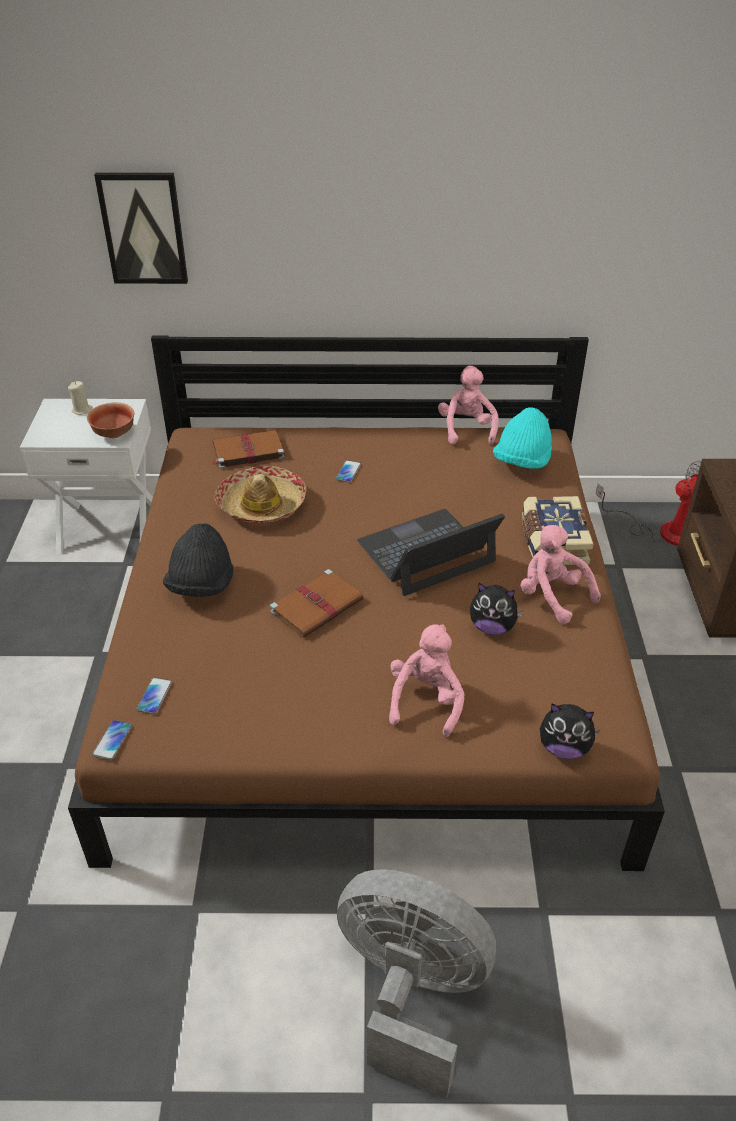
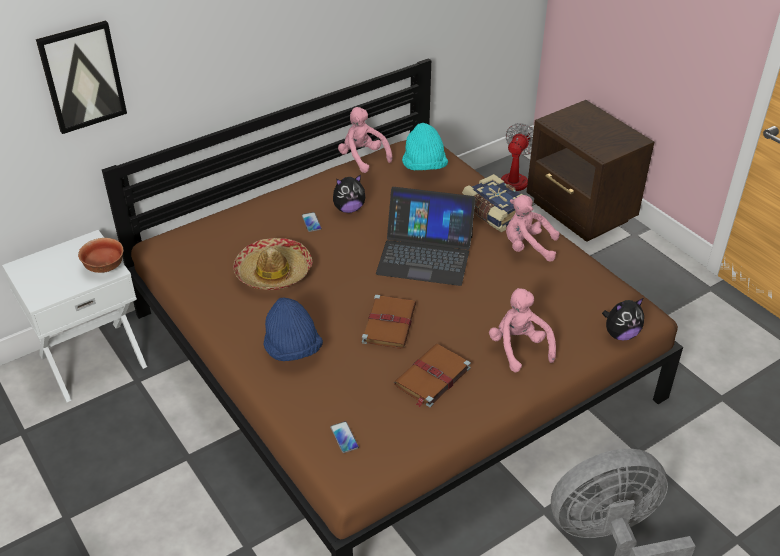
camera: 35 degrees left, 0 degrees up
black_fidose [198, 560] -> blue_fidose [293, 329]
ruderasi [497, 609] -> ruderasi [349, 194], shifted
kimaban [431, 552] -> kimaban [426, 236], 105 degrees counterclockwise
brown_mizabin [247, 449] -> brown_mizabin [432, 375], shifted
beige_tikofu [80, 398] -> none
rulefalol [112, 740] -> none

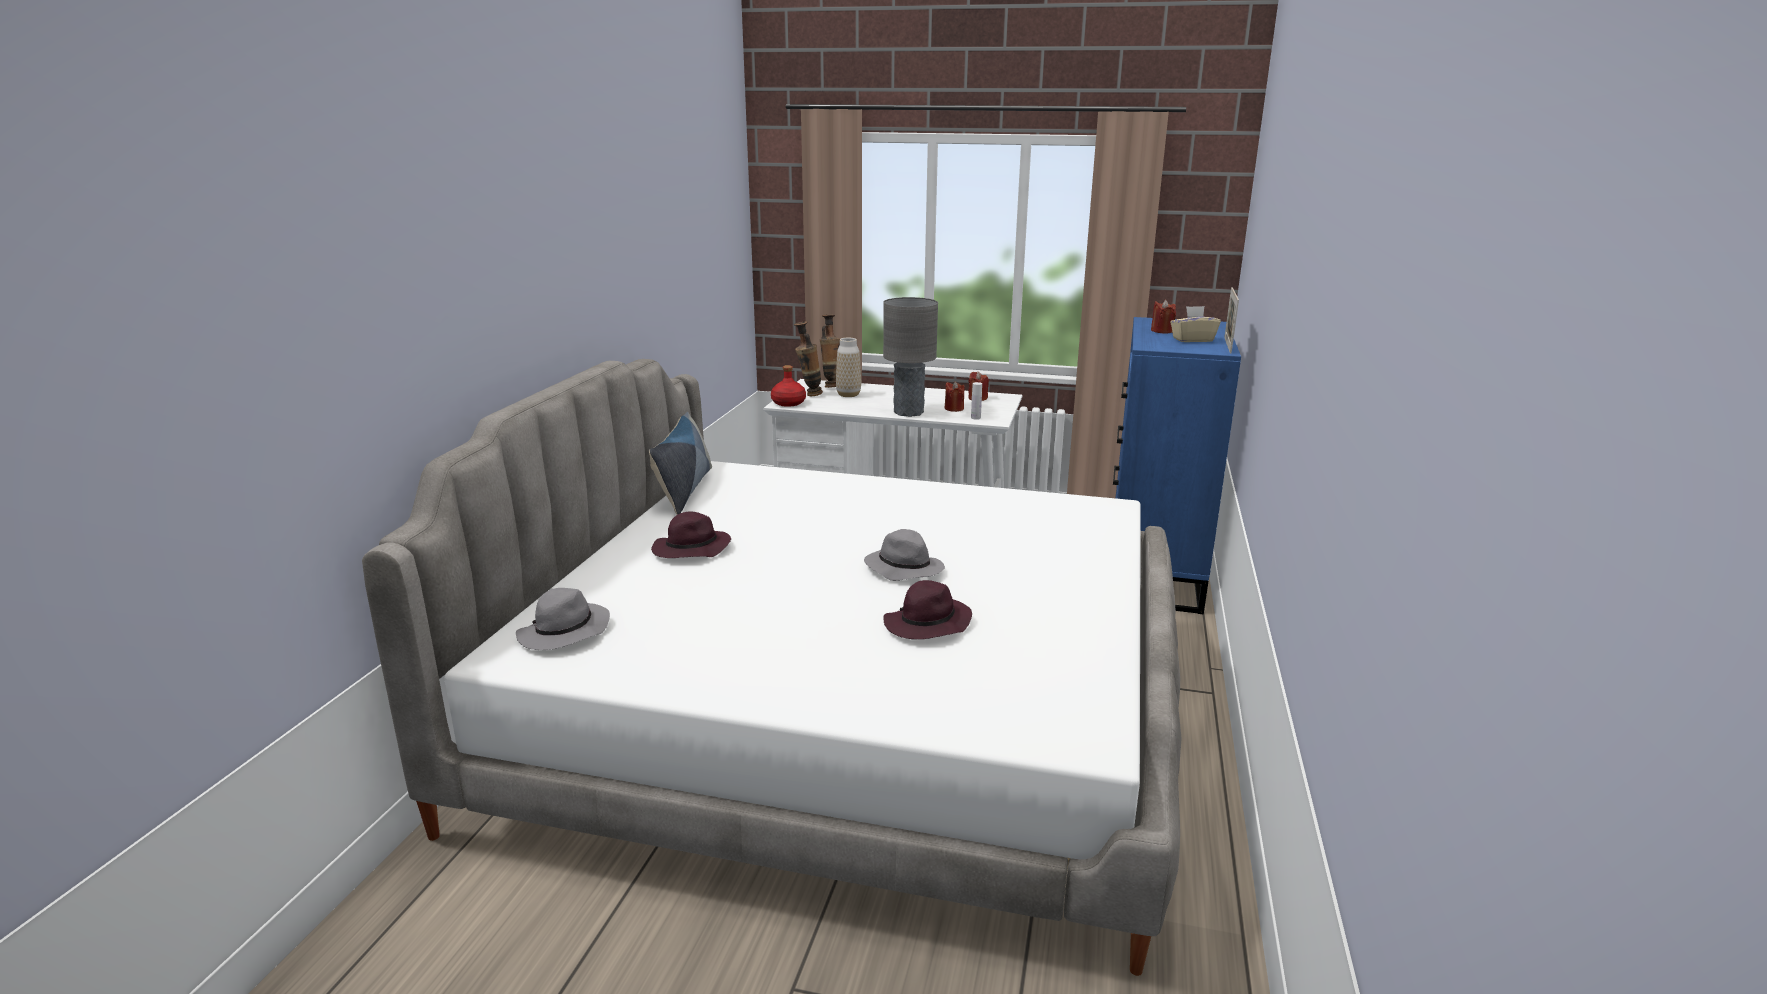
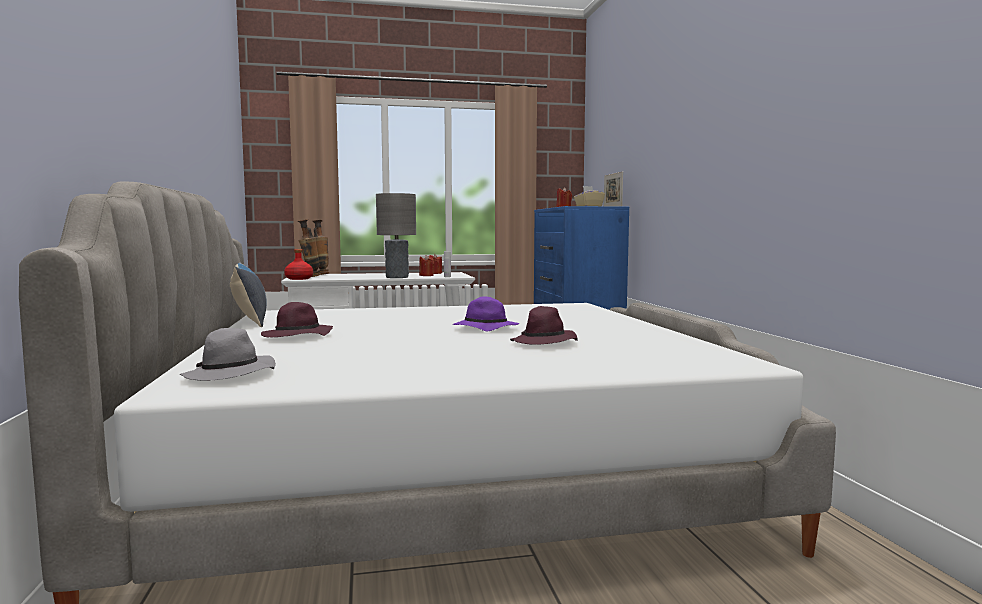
camera: 25 degrees left, 15 degrees down
grey_fidose [904, 555] -> purple_fidose [486, 313]
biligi [848, 367] -> none

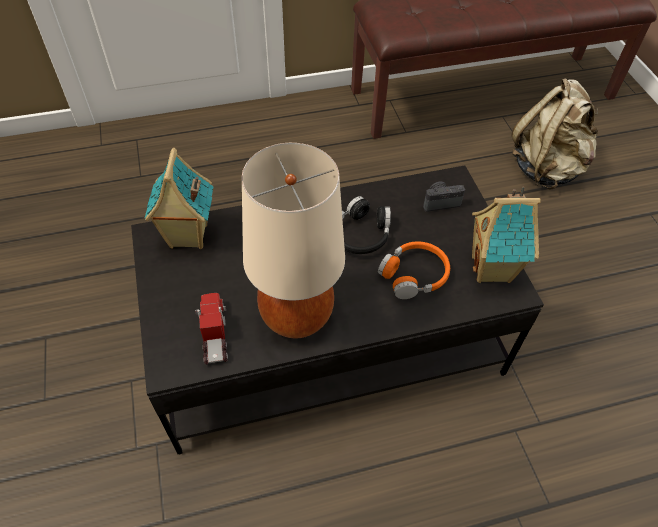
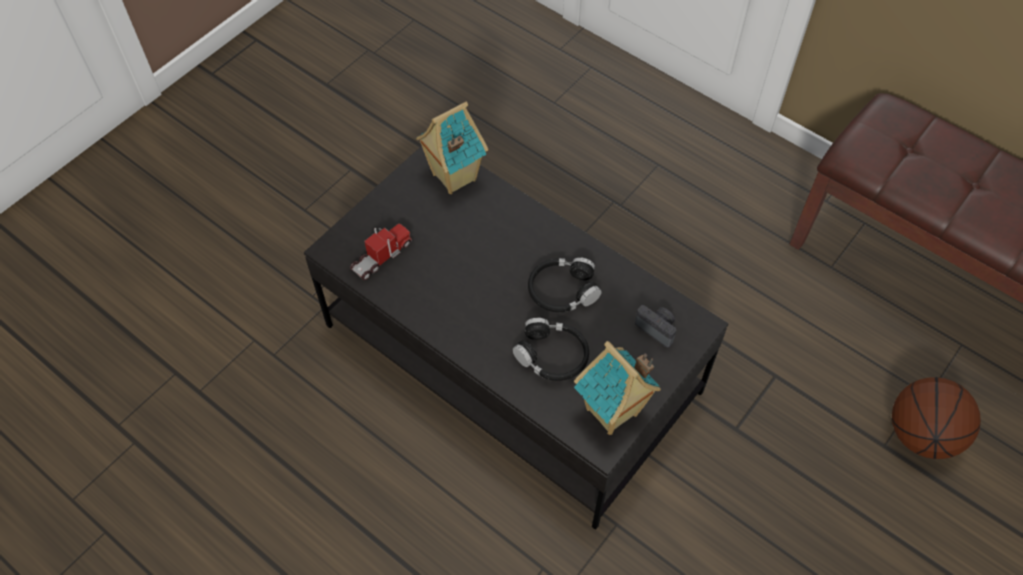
camera: 55 degrees right, 5 degrees up
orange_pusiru [414, 270] -> black_pusiru [550, 349]
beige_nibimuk [555, 133] -> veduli [936, 418]
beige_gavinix [293, 240] -> none

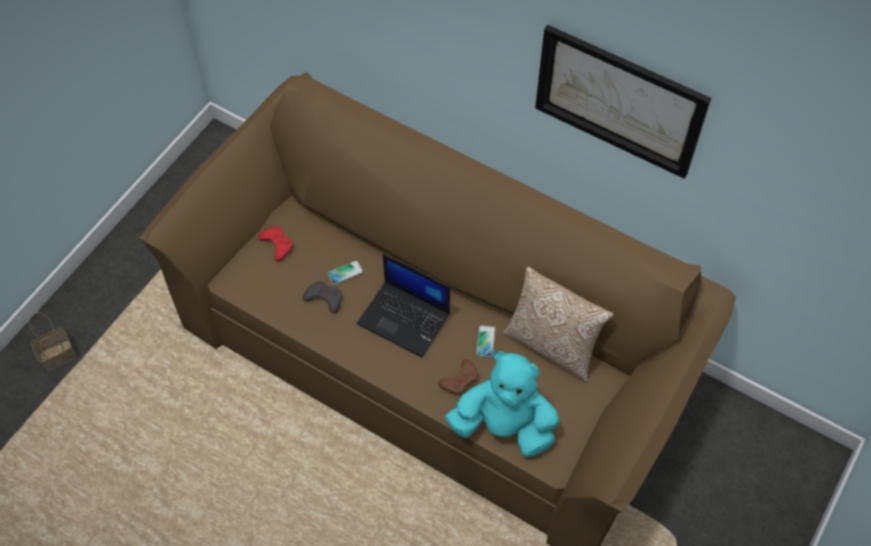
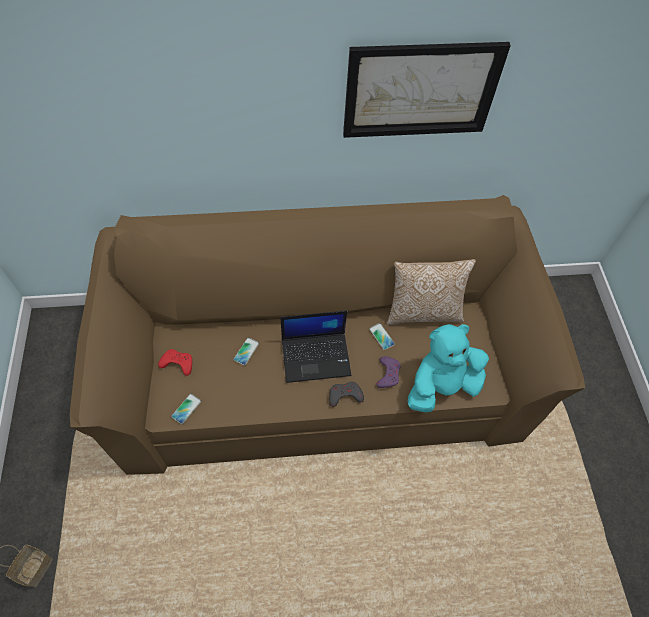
camera: 40 degrees left, 0 degrees up
none -> rulefalol [186, 409]
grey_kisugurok [322, 297] -> grey_kisugurok [346, 394], shifted
brown_kisugurok [458, 377] -> purple_kisugurok [388, 372]

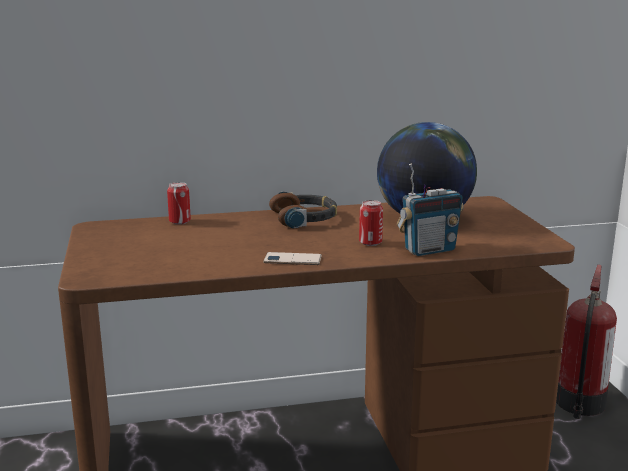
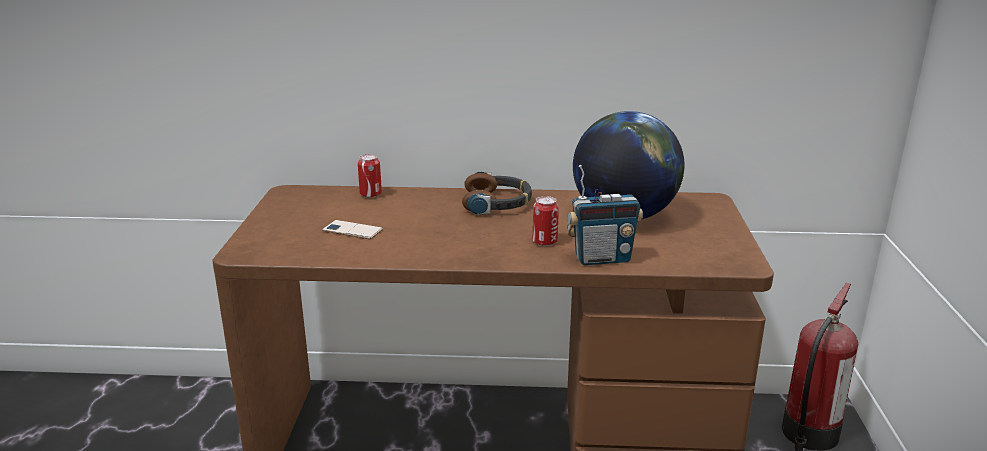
camera: 15 degrees right, 5 degrees up
rulefalol [292, 258] -> rulefalol [352, 229], shifted

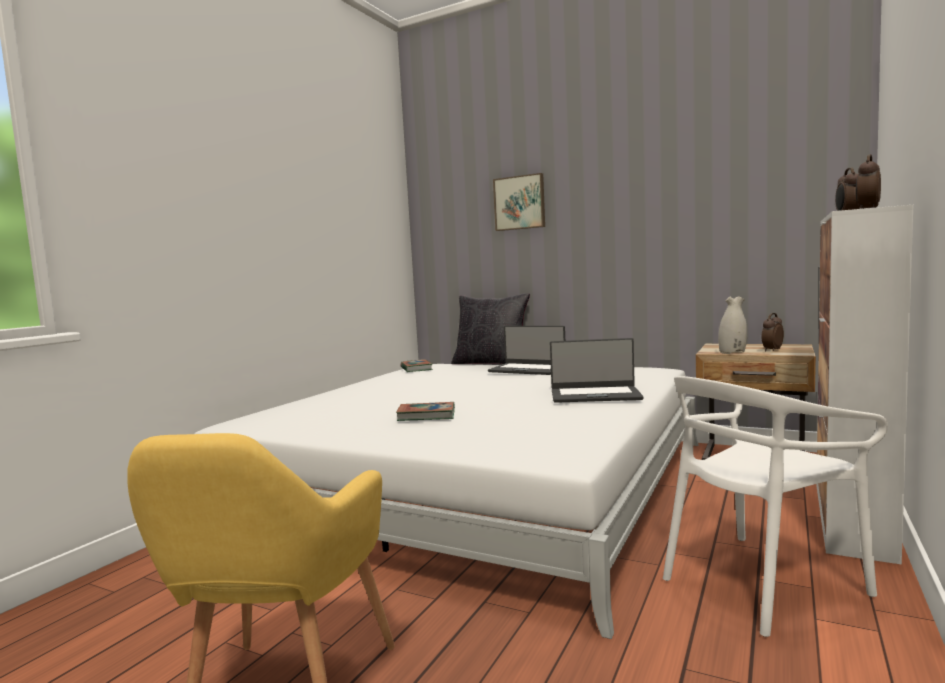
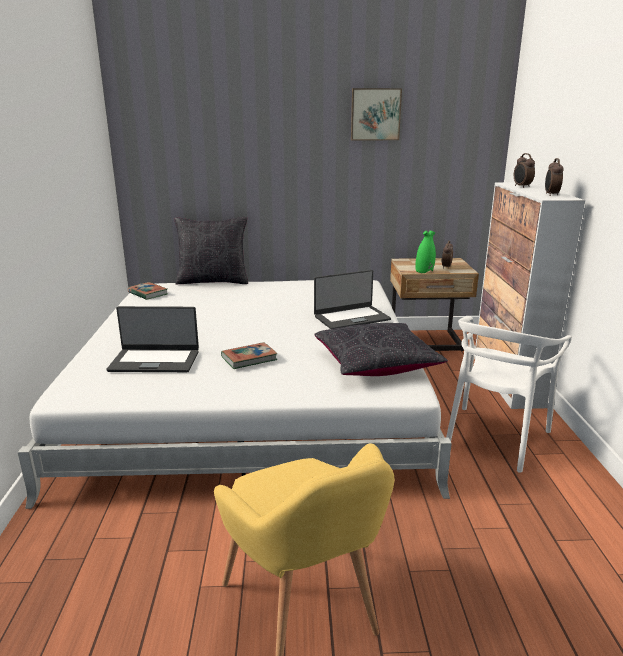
camera: 30 degrees left, 15 degrees up
kimaban [526, 350] -> kimaban [152, 339], shifted
none -> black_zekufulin [381, 349]
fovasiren [519, 202] -> fovasiren [376, 114], shifted
white_biligi [732, 325] -> green_biligi [426, 252]

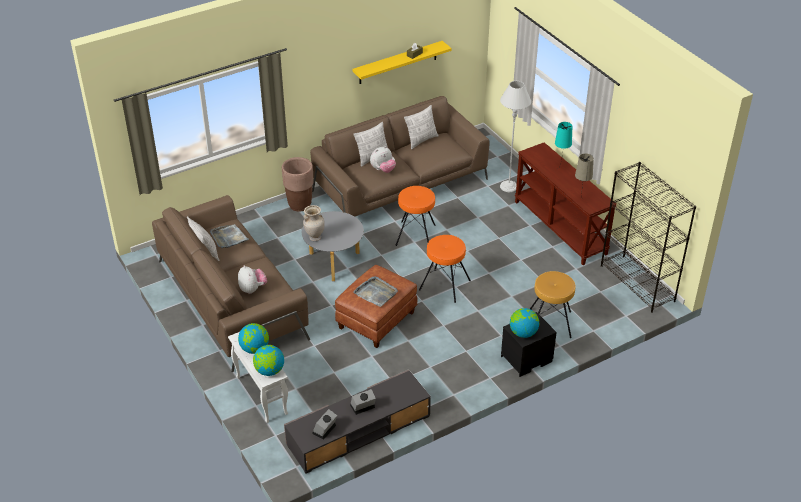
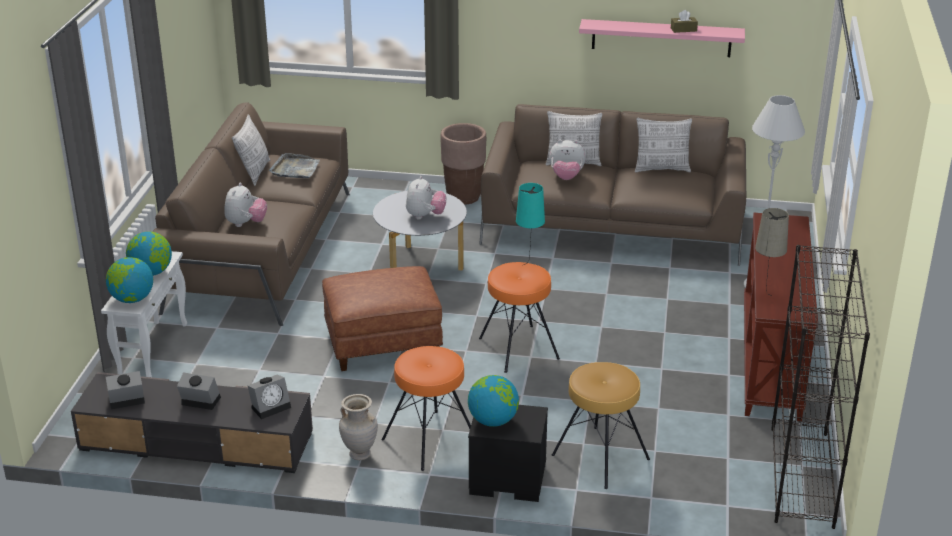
camera: 40 degrees right, 10 degrees down
none -> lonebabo [269, 396]
beige_biligi [314, 223] -> beige_biligi [358, 427], shifted
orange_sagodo [415, 216] -> orange_sagodo [426, 408], shifted
none -> ruderasi [426, 198]
turquoise_gavinix [563, 144] -> turquoise_gavinix [530, 224], shifted
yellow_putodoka [402, 62] -> pink_putodoka [662, 38]
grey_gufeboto [375, 291] -> none

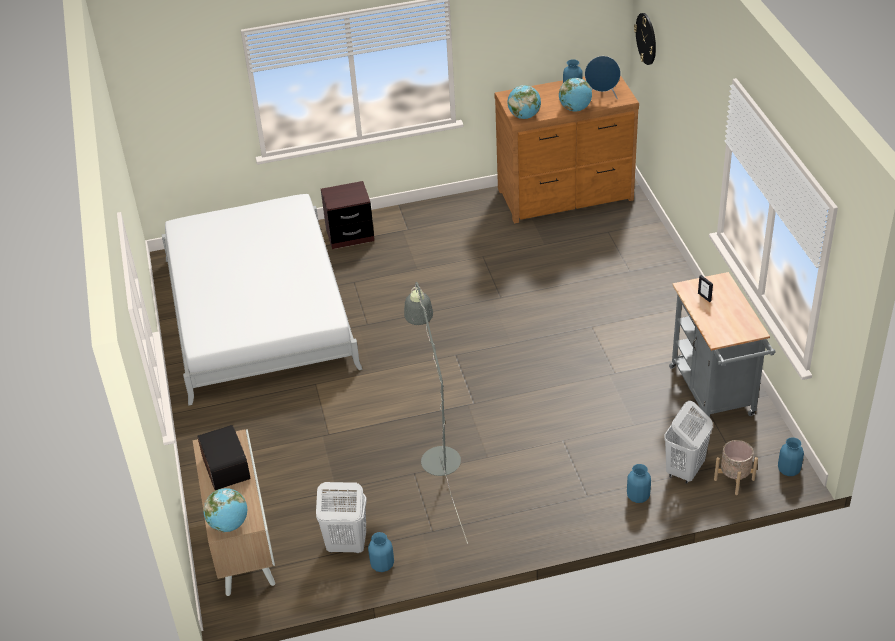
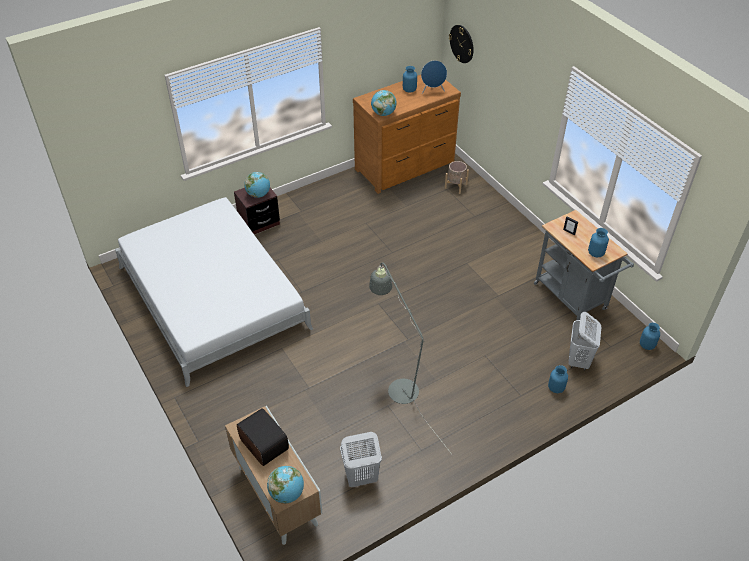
camera: 20 degrees left, 5 degrees up
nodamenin [575, 94] -> nodamenin [257, 185], shifted
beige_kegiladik [736, 467] -> beige_kegiladik [457, 177], shifted
blue_biligi [381, 552] -> blue_biligi [598, 242], shifted

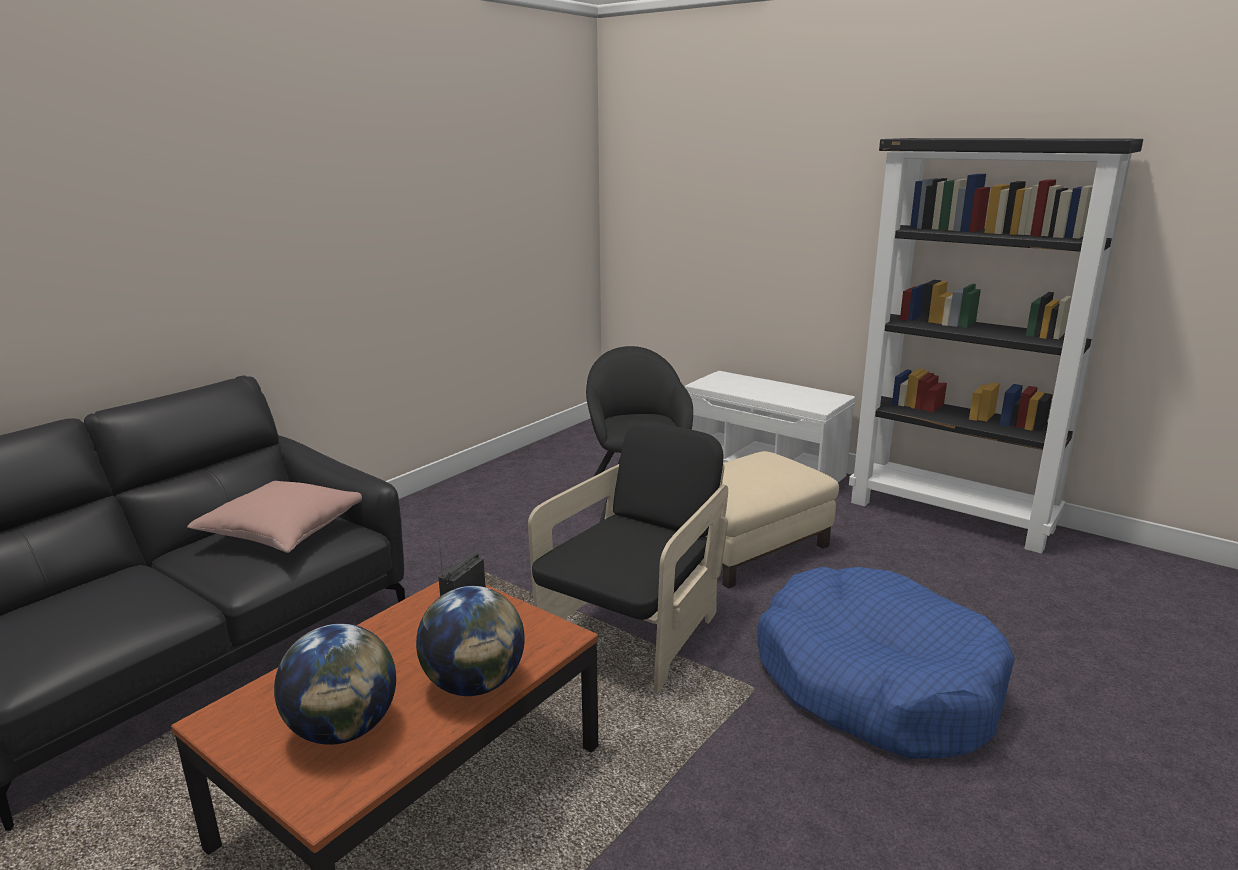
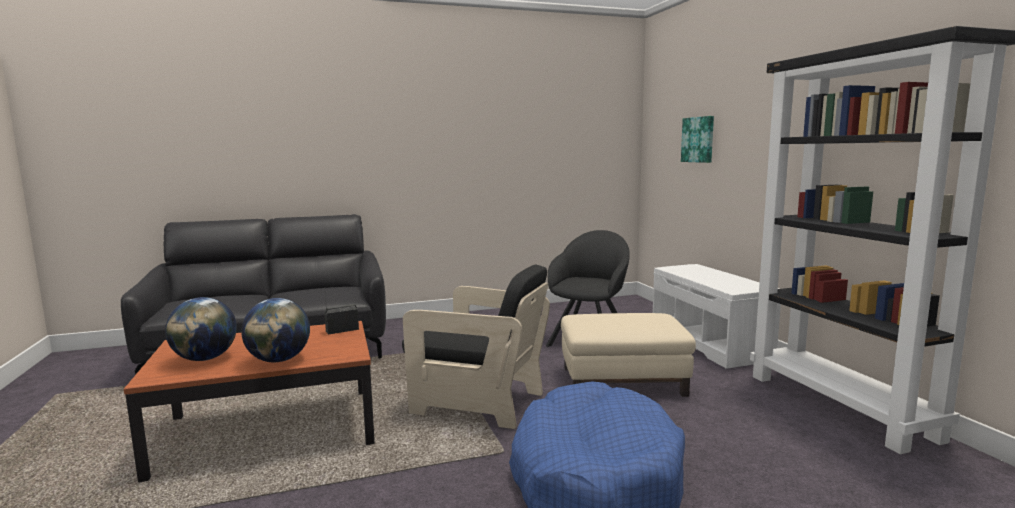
camera: 35 degrees right, 10 degrees down
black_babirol [628, 557] -> black_babirol [476, 347], 45 degrees clockwise
none -> fovasiren [697, 139]
pink_zekufulin [274, 517] -> none

